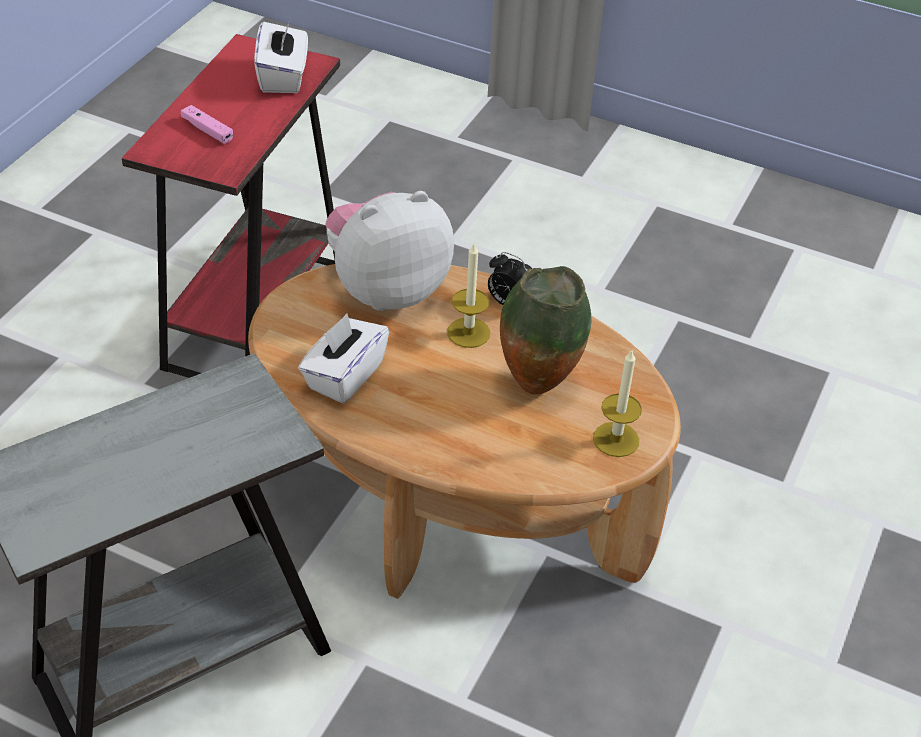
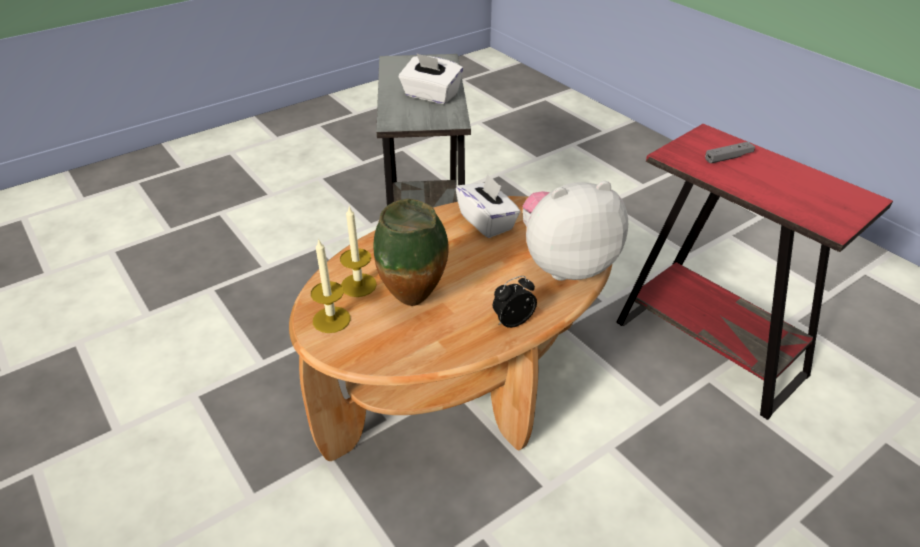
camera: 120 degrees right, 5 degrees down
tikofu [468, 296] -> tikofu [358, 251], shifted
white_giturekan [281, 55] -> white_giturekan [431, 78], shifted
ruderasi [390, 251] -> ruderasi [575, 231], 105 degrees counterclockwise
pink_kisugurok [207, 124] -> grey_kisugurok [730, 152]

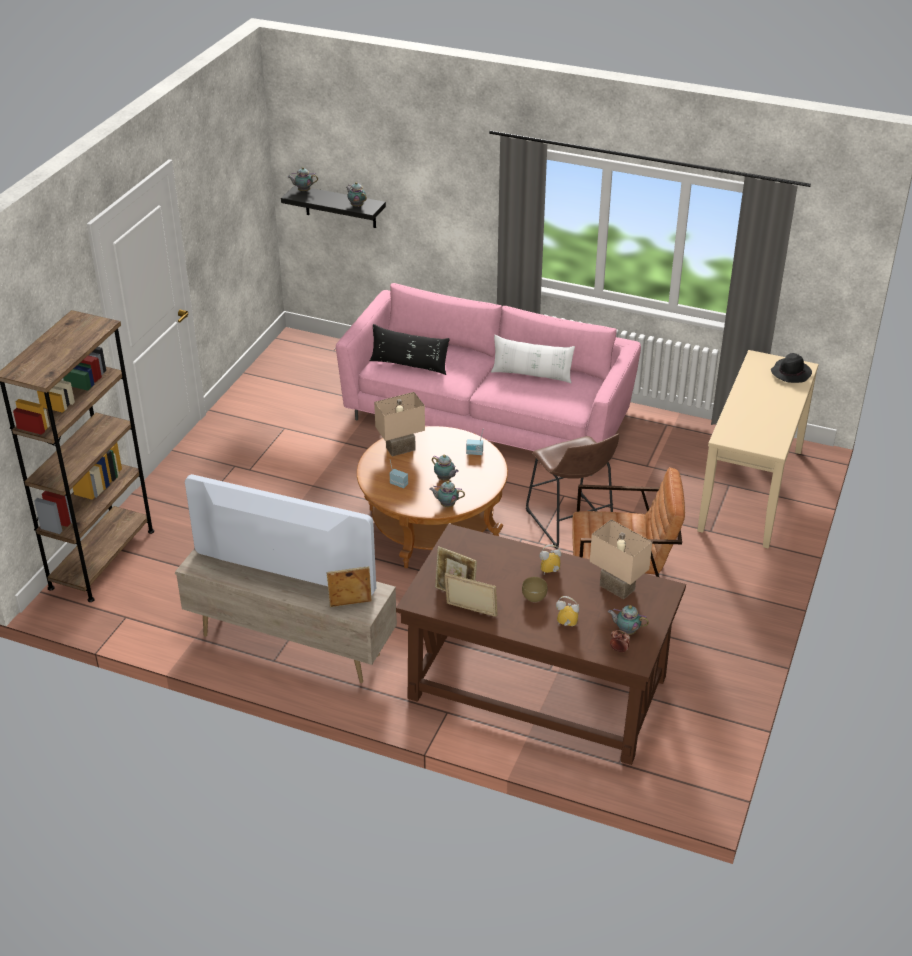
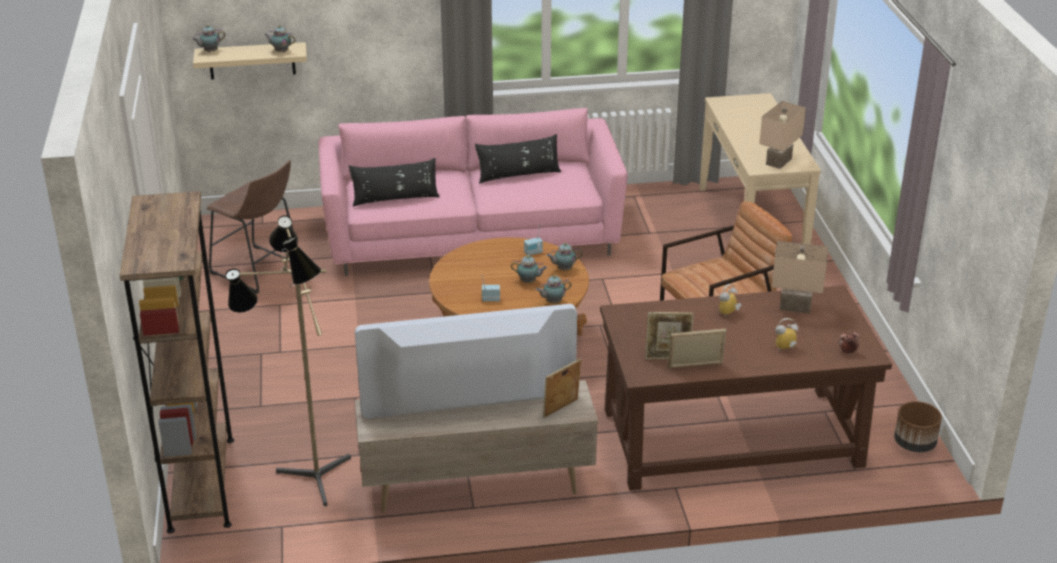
camera: 30 degrees left, 5 degrees down
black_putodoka [333, 206] -> beige_putodoka [250, 60]
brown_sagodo [572, 491] -> brown_sagodo [250, 227], shifted
none -> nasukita [288, 360]
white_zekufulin [533, 359] -> black_zekufulin [518, 159]
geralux [628, 620] -> geralux [564, 256], shifted
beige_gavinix [399, 424] -> beige_gavinix [782, 135], shifted
none -> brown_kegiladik [918, 426]
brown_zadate [534, 589] -> none
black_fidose [791, 368] -> none

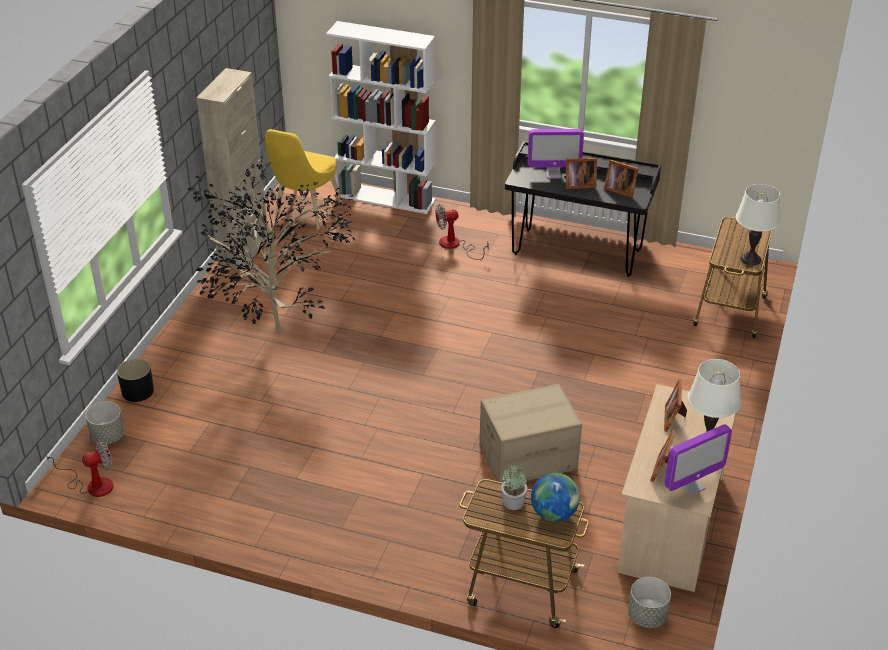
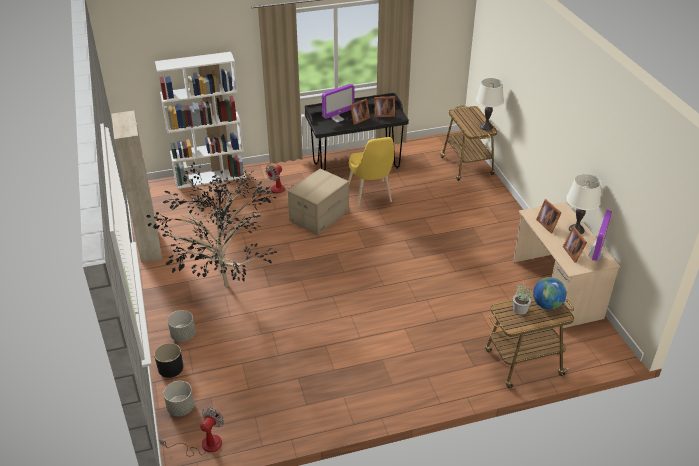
camera: 35 degrees left, 0 degrees up
grey_kegiladik [649, 602] -> grey_kegiladik [181, 326], shifted
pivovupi [530, 433] -> pivovupi [318, 202], shifted
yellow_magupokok [303, 179] -> yellow_magupokok [371, 172], shifted

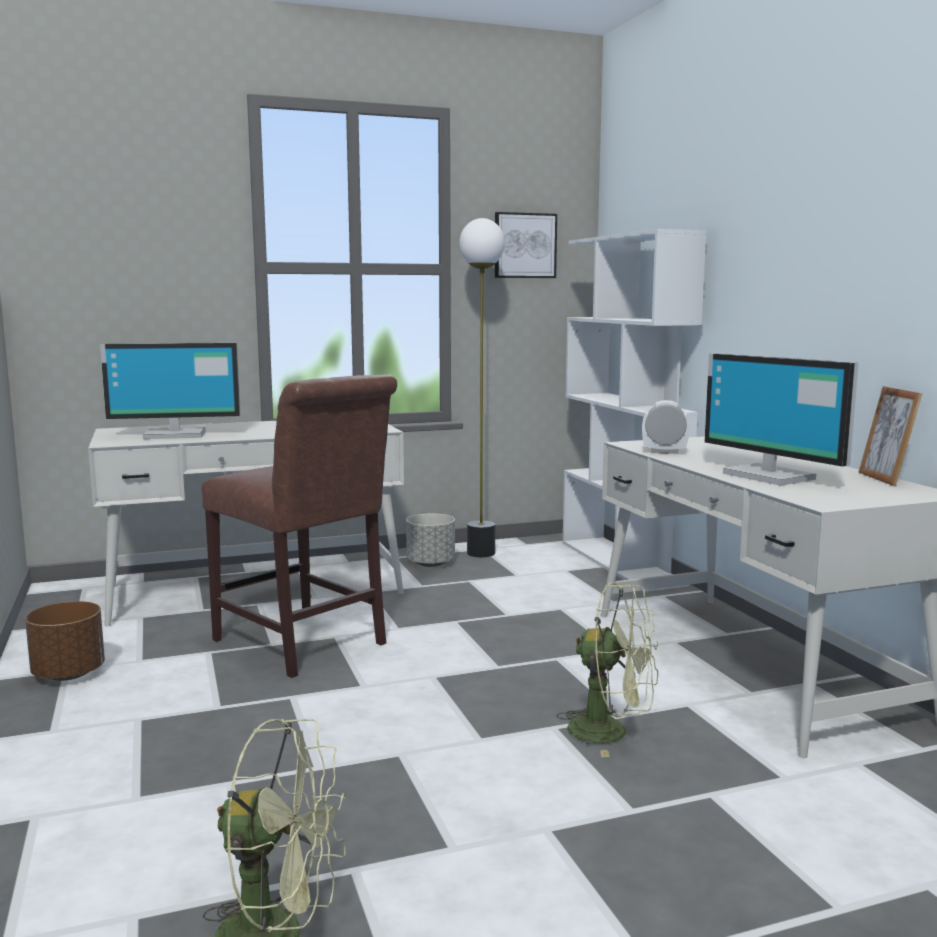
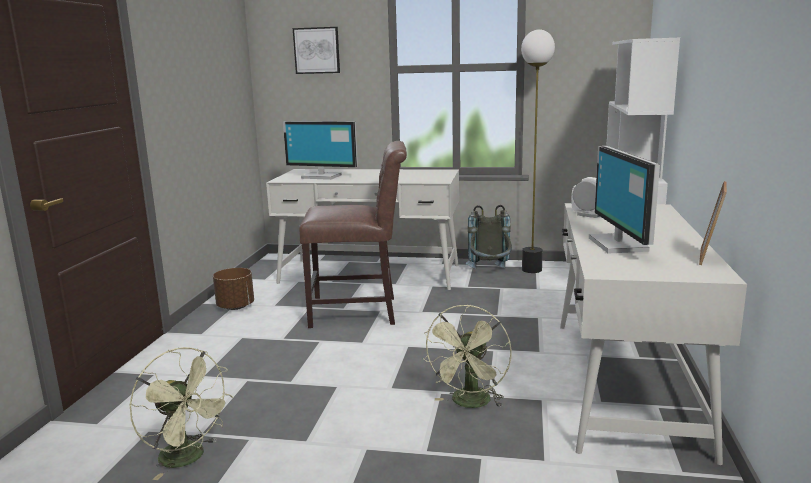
camera: 30 degrees right, 5 degrees up
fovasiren [526, 245] -> fovasiren [316, 50], shifted
brown_magupokok [299, 526] -> brown_magupokok [353, 234], 75 degrees counterclockwise
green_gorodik [607, 669] -> green_gorodik [467, 356], 60 degrees clockwise
grey_kegiladik [430, 540] -> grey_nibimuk [489, 237]

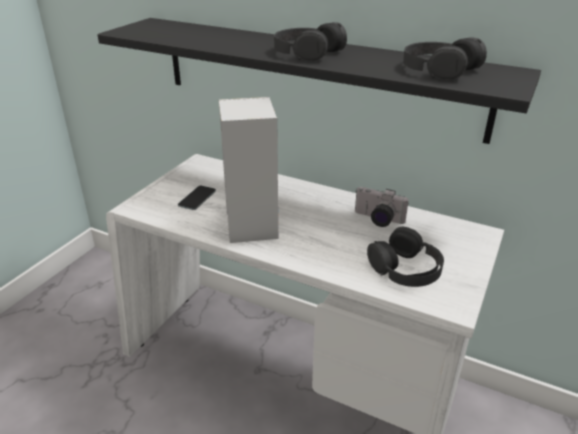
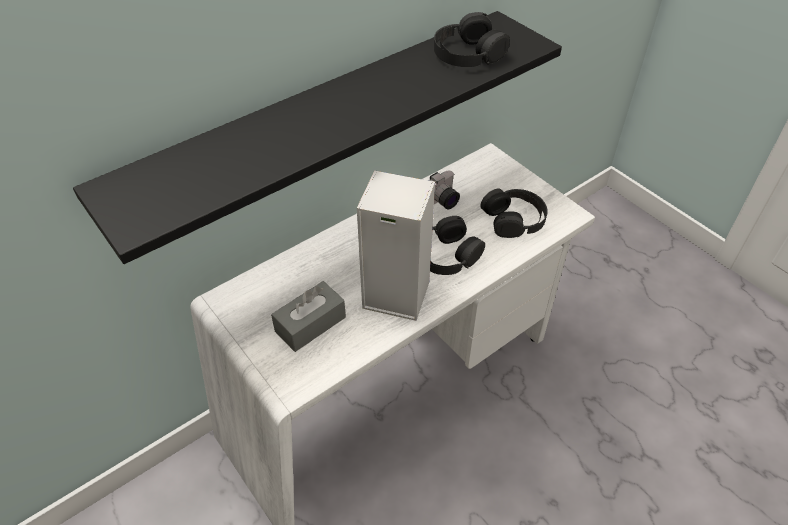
camera: 65 degrees left, 15 degrees up
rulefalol [197, 198] -> grey_giturekan [308, 316]
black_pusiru [310, 41] -> black_pusiru [457, 245], shifted

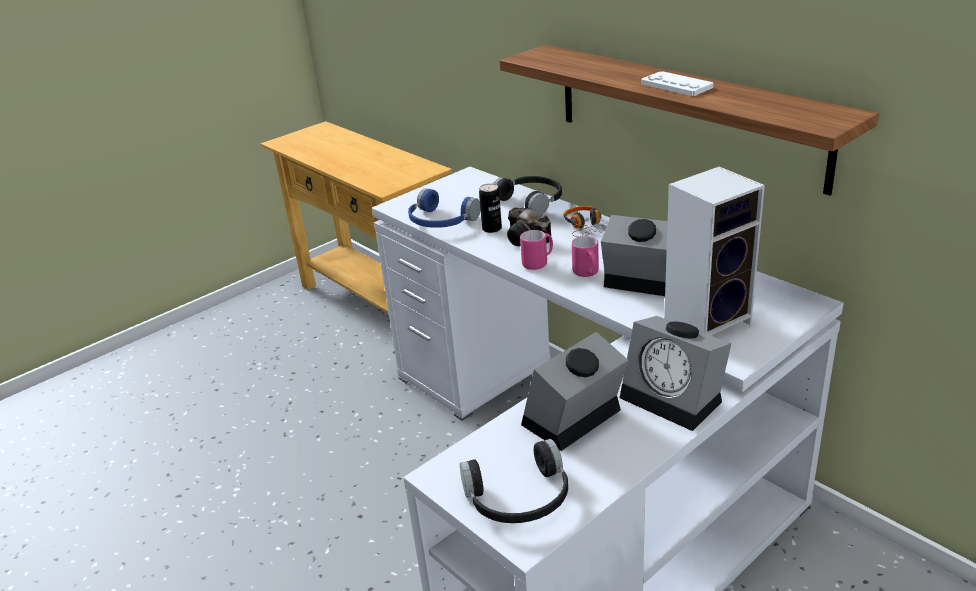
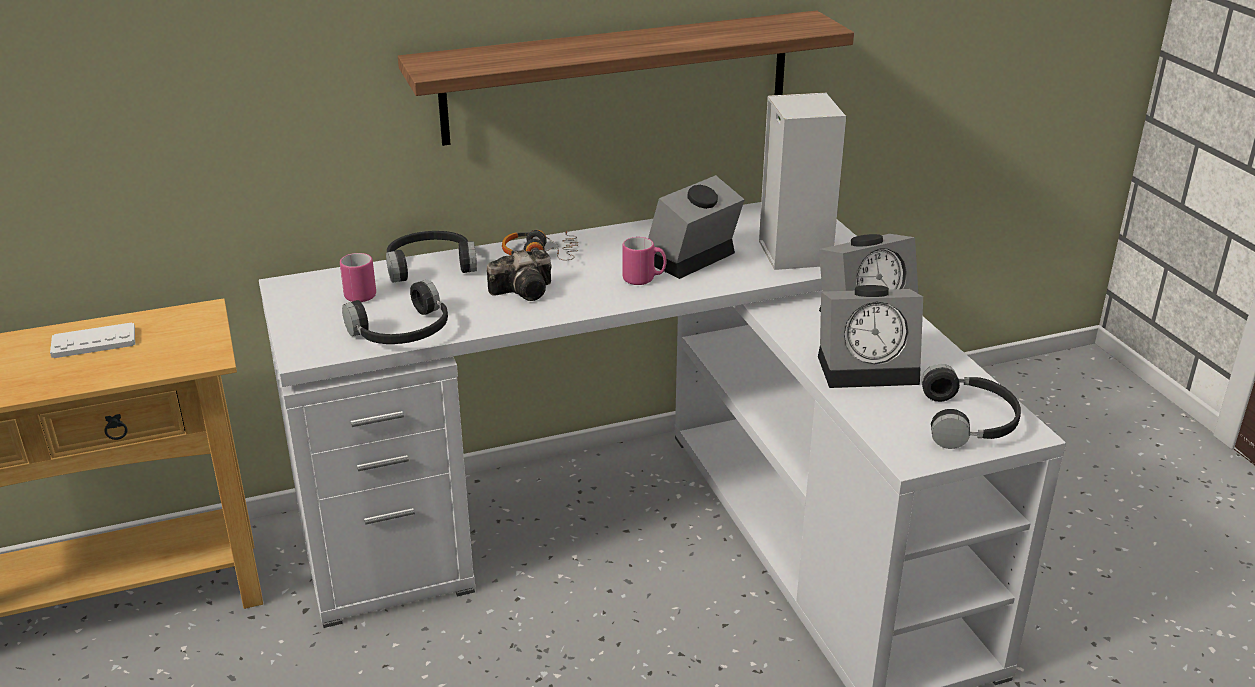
camera: 70 degrees left, 0 degrees up
white_kisugurok [677, 83] -> white_kisugurok [92, 340], shifted
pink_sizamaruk [536, 250] -> pink_sizamaruk [358, 277], shifted
blue_pusiru [444, 208] -> black_pusiru [395, 312]
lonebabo [575, 391] -> lonebabo [870, 336], 75 degrees counterclockwise
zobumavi [490, 208] -> none

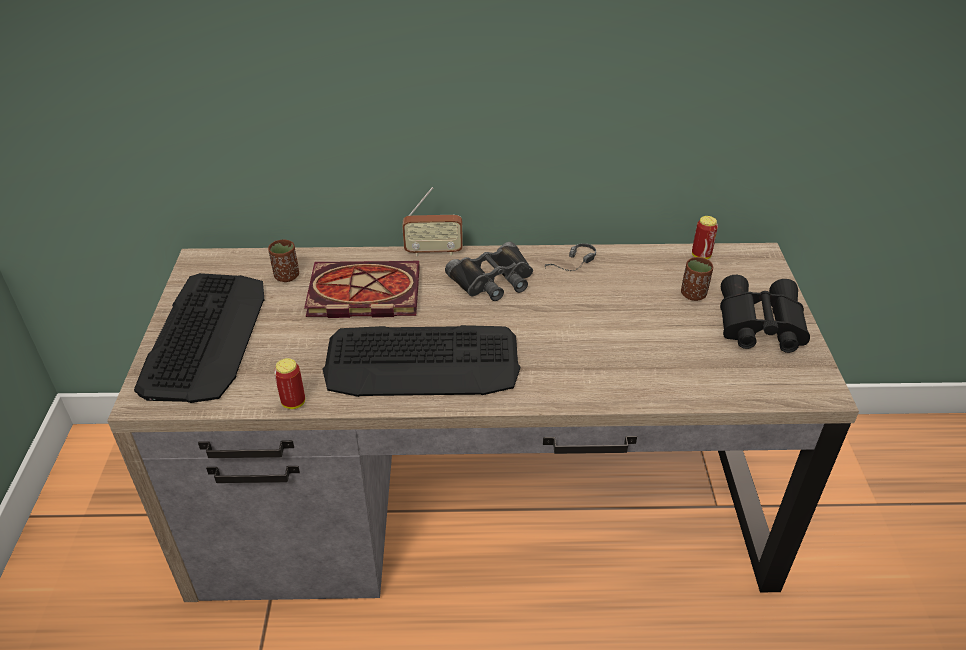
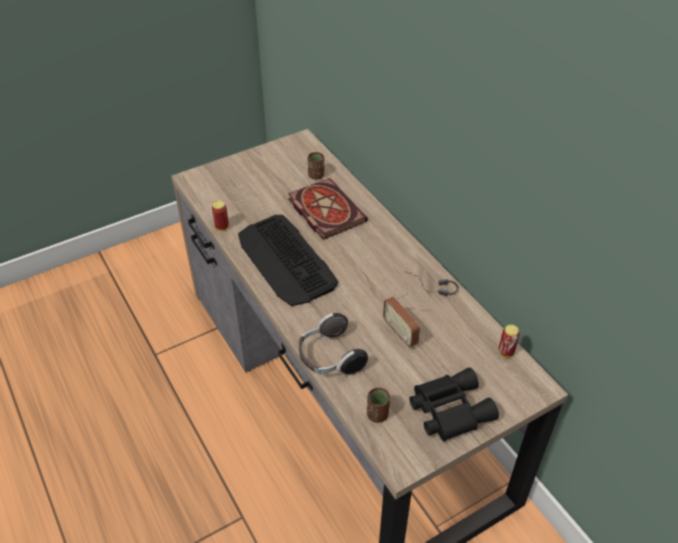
camera: 60 degrees right, 5 degrees up
none -> pusiru [333, 344]
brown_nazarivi [697, 279] -> brown_nazarivi [378, 405], shifted
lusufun [432, 221] -> lusufun [401, 319], shifted
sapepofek [199, 338] -> none
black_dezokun [489, 271] -> none

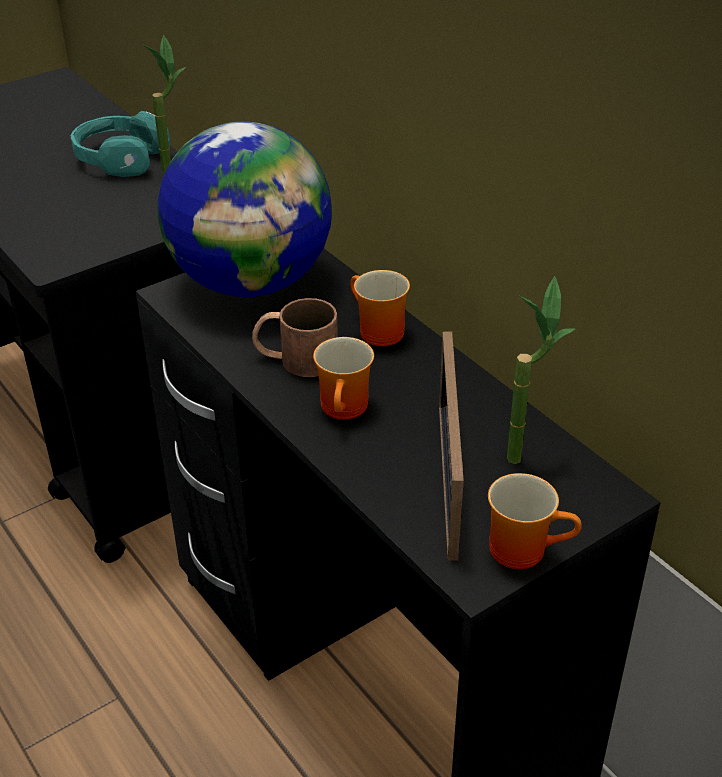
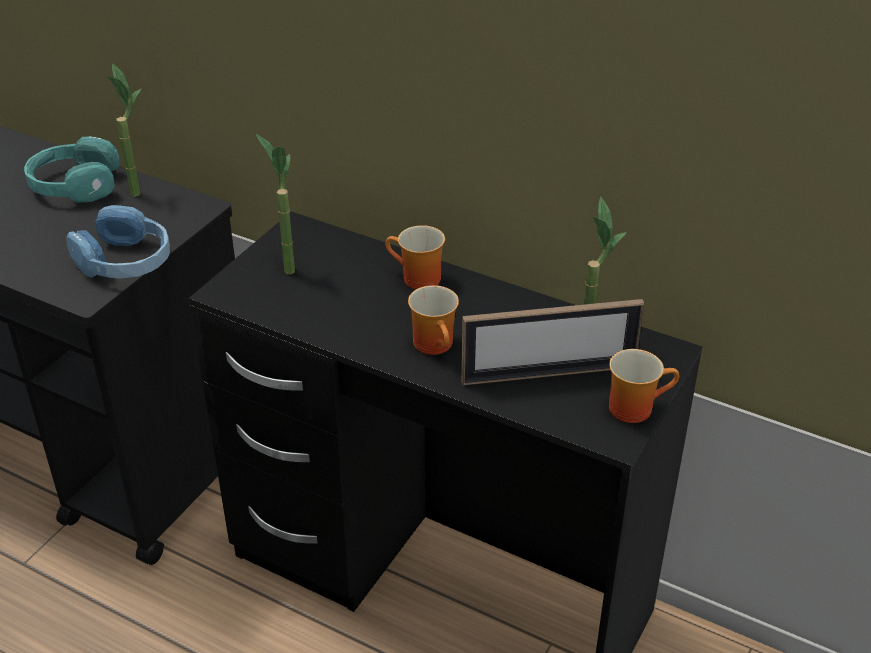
camera: 25 degrees left, 0 degrees up
none -> blue_pusiru [118, 242]
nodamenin [244, 209] -> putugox [275, 204]
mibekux [451, 446] -> mibekux [552, 342], 75 degrees counterclockwise
brown_sizamaruk [295, 337] -> none

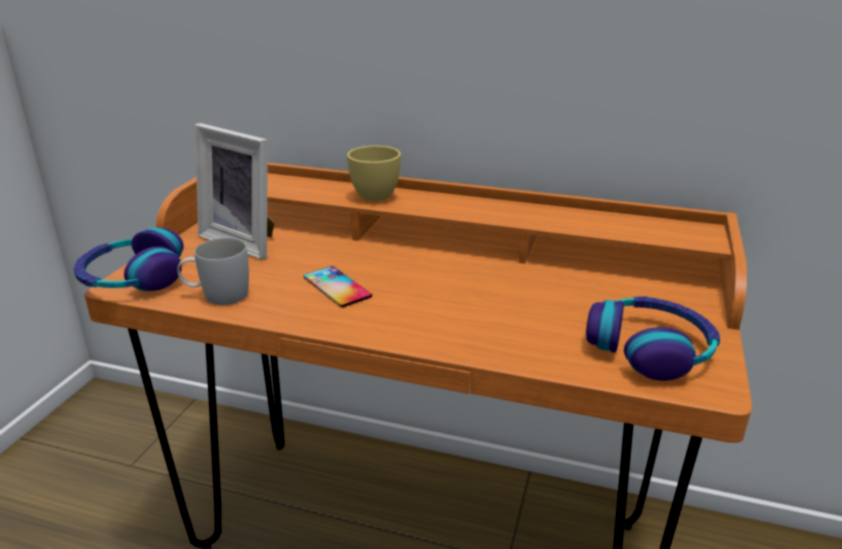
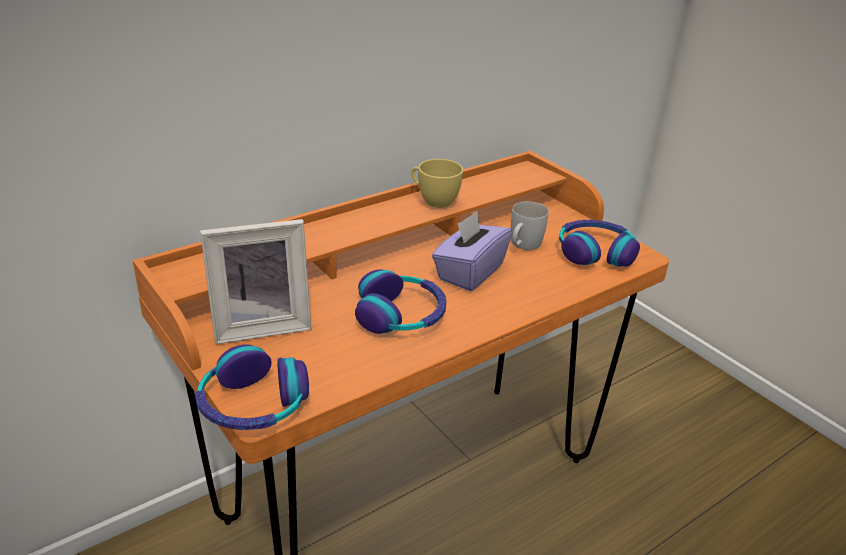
camera: 55 degrees left, 5 degrees up
rulefalol [337, 286] -> pusiru [401, 301]
yellow_nazarivi [374, 173] -> yellow_nazarivi [437, 183], shifted
none -> purple_giturekan [472, 251]
white_sizamaruk [213, 271] -> white_sizamaruk [530, 225], shifted

